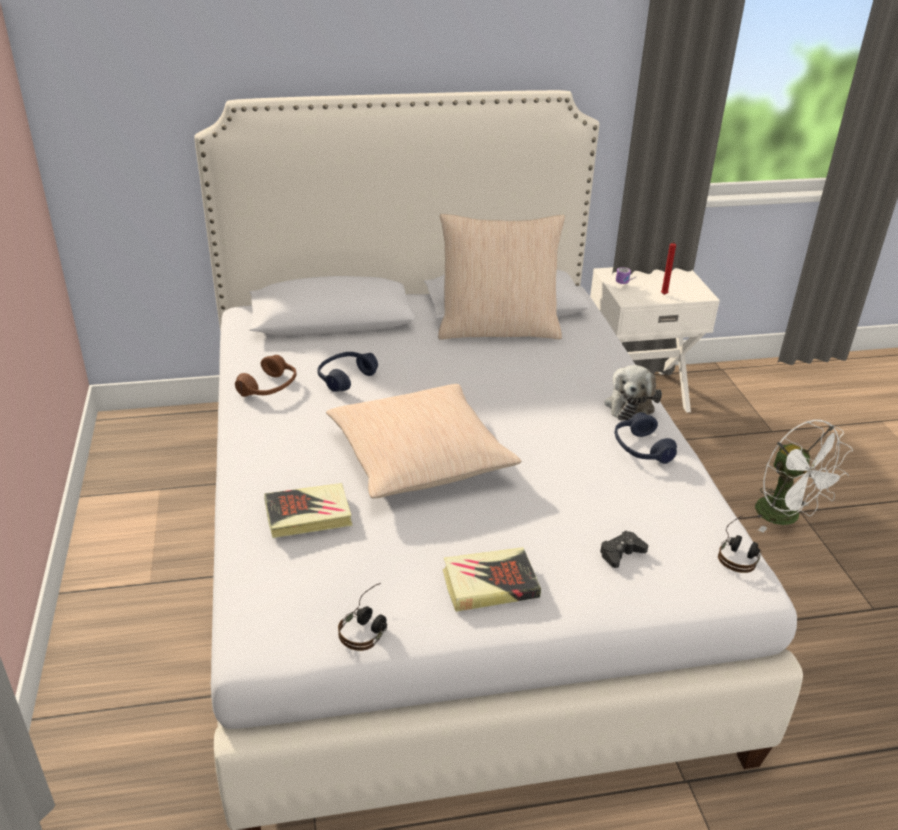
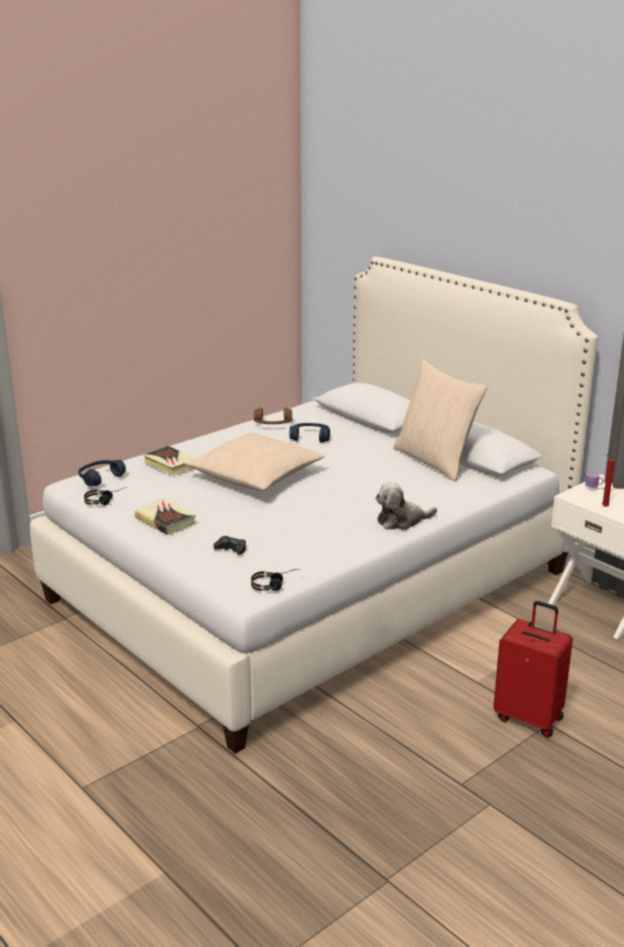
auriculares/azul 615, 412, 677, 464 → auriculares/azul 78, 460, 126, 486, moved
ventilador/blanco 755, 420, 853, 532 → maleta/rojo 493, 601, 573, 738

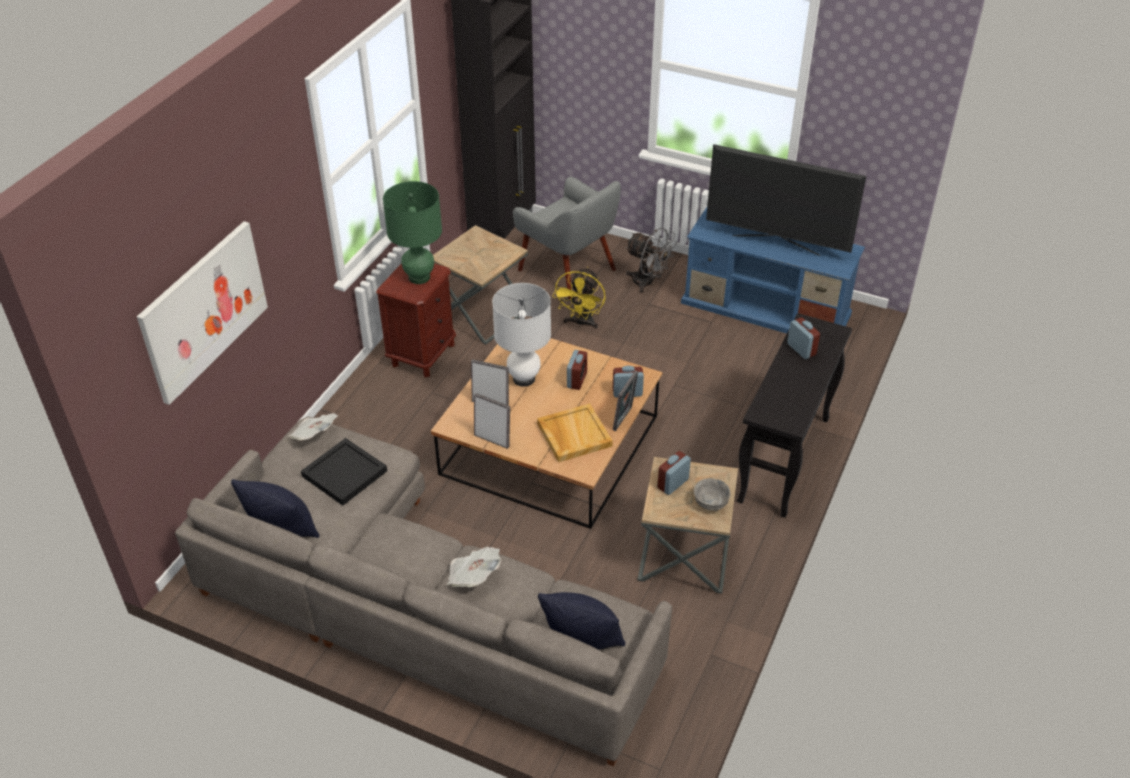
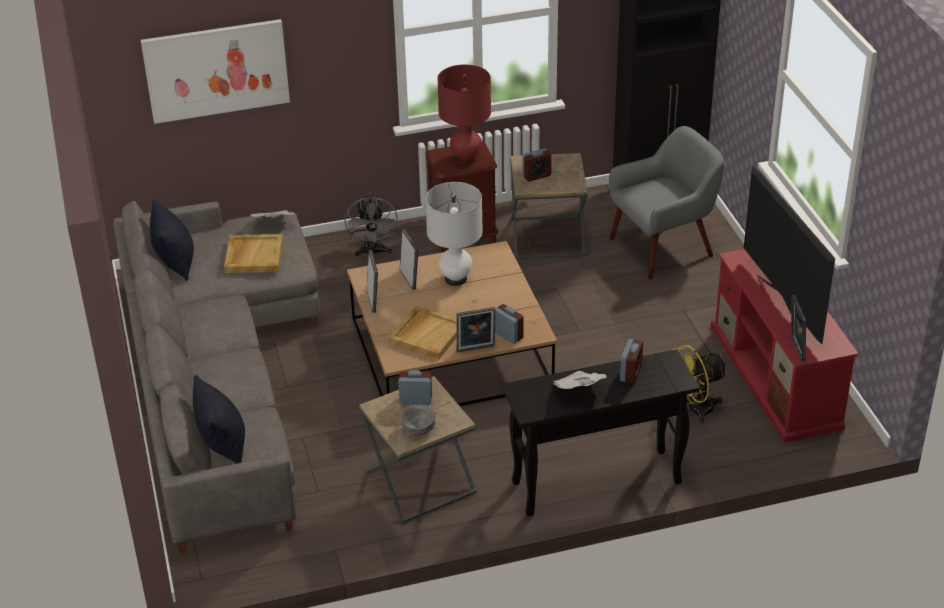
sillón/gris 513, 176, 621, 299 → sillón/gris 609, 126, 724, 279, 120 degrees counterclockwise
lámpara de mesa/verde 383, 181, 442, 284 → lámpara de mesa/rojo 437, 64, 491, 165
mueble de televisión/azul 681, 207, 865, 333 → mueble de televisión/rojo 711, 249, 859, 443
ventilador/gris 625, 228, 677, 293 → ventilador/gris 345, 194, 398, 256, moved
ventilador/amarillo 553, 267, 606, 329 → ventilador/amarillo 673, 345, 728, 424, moved
despertador 567, 350, 587, 390 → despertador 522, 148, 551, 182, moved
bandeja/negro 301, 438, 387, 506 → bandeja/beis 224, 234, 283, 273
periódico 447, 547, 501, 587 → periódico 553, 371, 607, 389, moved
- → portarretratos 791, 295, 806, 362

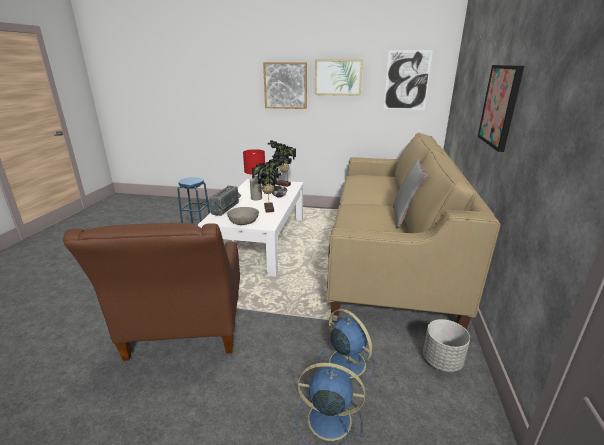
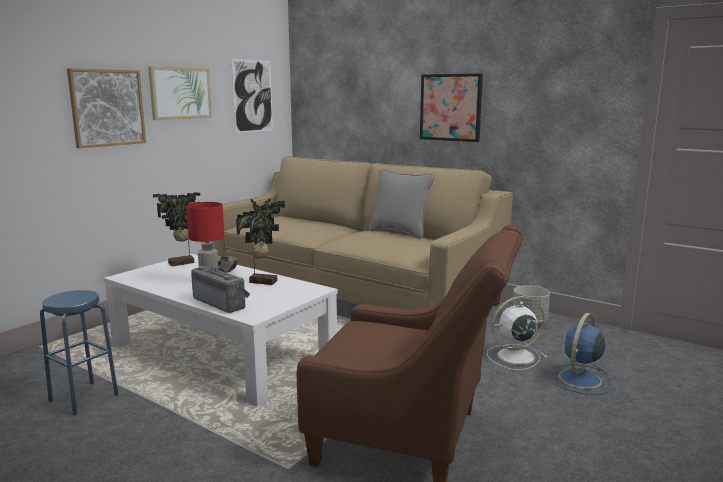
cuenco/gris 227, 207, 259, 225 → -
ventilador/azul 318, 309, 375, 387 → ventilador/blanco 487, 296, 548, 370

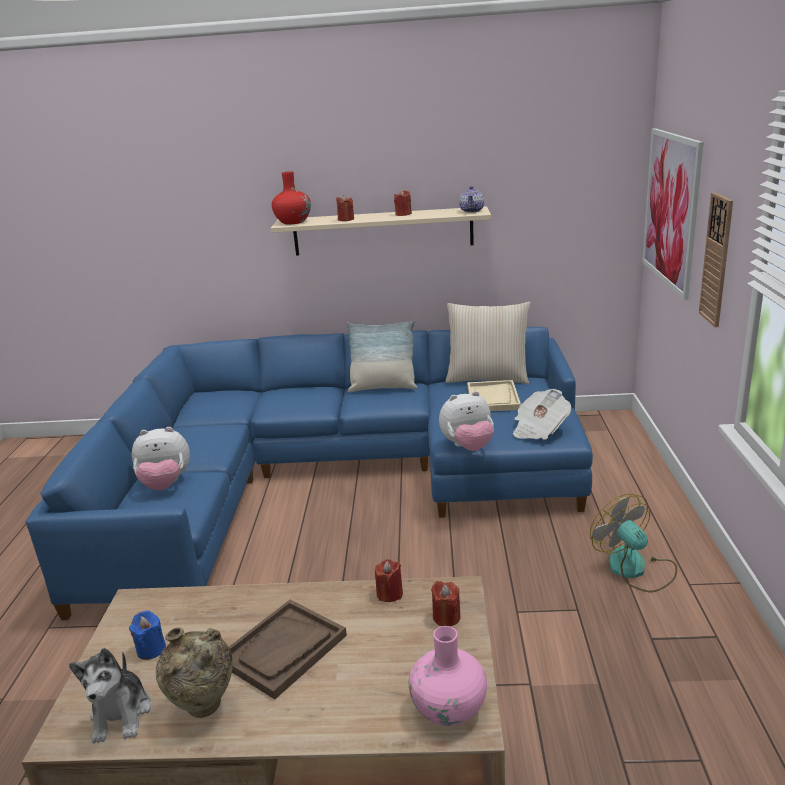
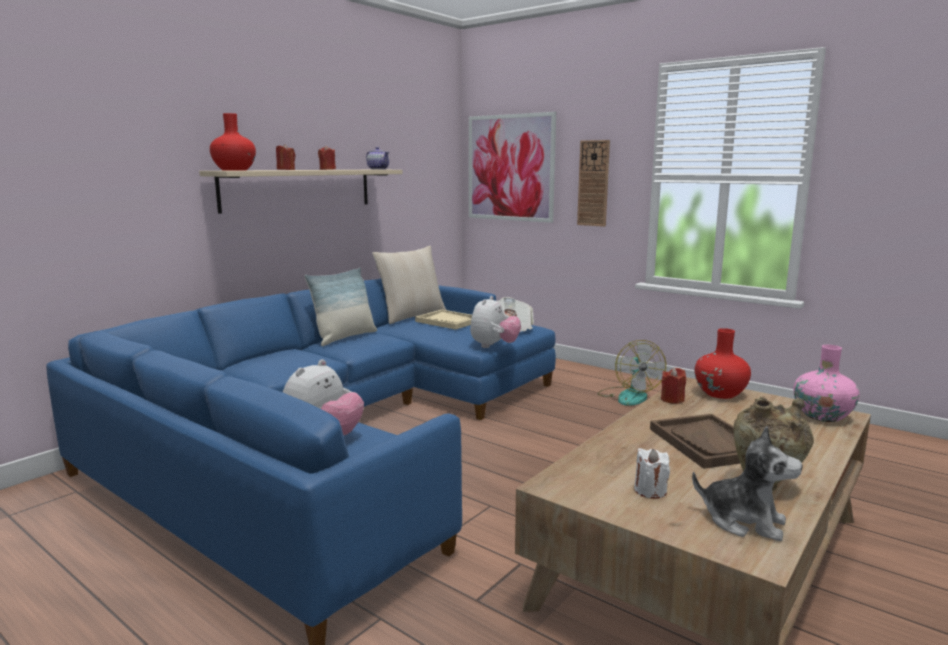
ventilador 590, 494, 677, 592 → ventilador 597, 340, 666, 406, 105 degrees counterclockwise
vela/rojo 431, 581, 461, 626 → florero/rojo 694, 328, 751, 399
vela/azul 129, 610, 166, 660 → vela/blanco 634, 448, 670, 499

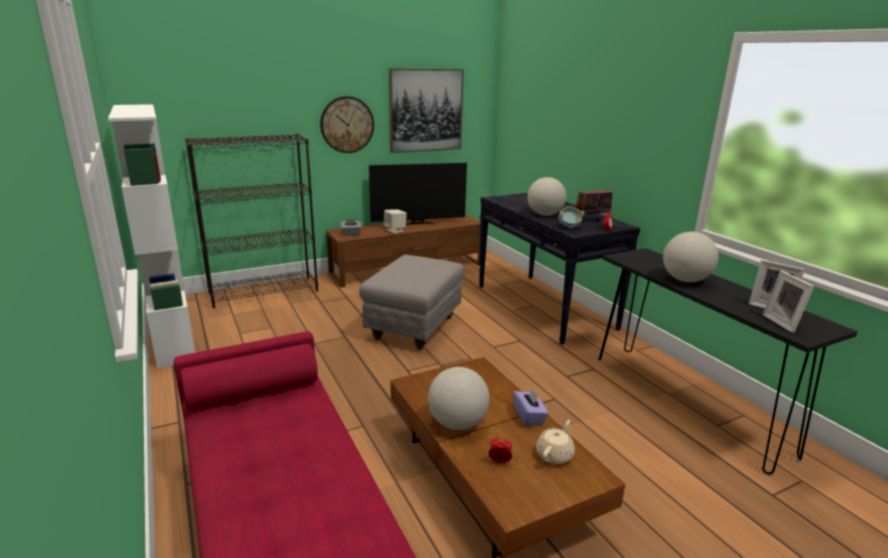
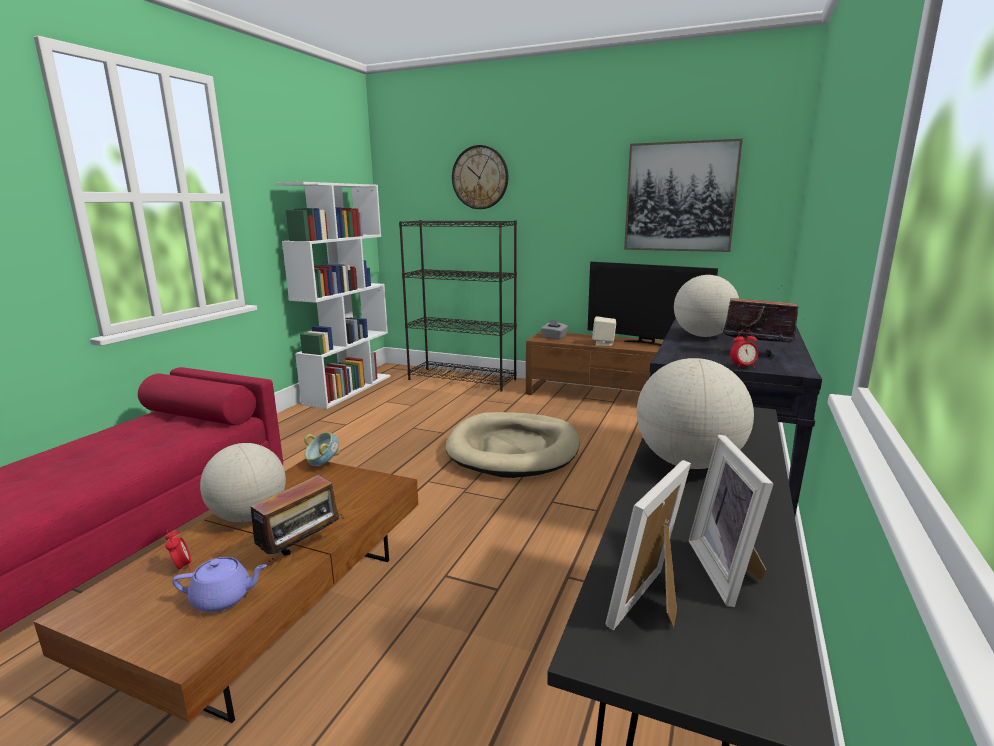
reloj de pared 320, 96, 374, 153 → reloj de pared 452, 145, 508, 209, moved
cuenco 559, 207, 584, 229 → cuenco 304, 432, 340, 467, moved
puf/gris 359, 255, 464, 349 → cama para perro/beis 446, 412, 580, 478
caja de pañuelos/morado 513, 388, 549, 427 → radio 250, 475, 345, 562
tetera/beis 536, 420, 575, 464 → tetera/morado 172, 557, 267, 612

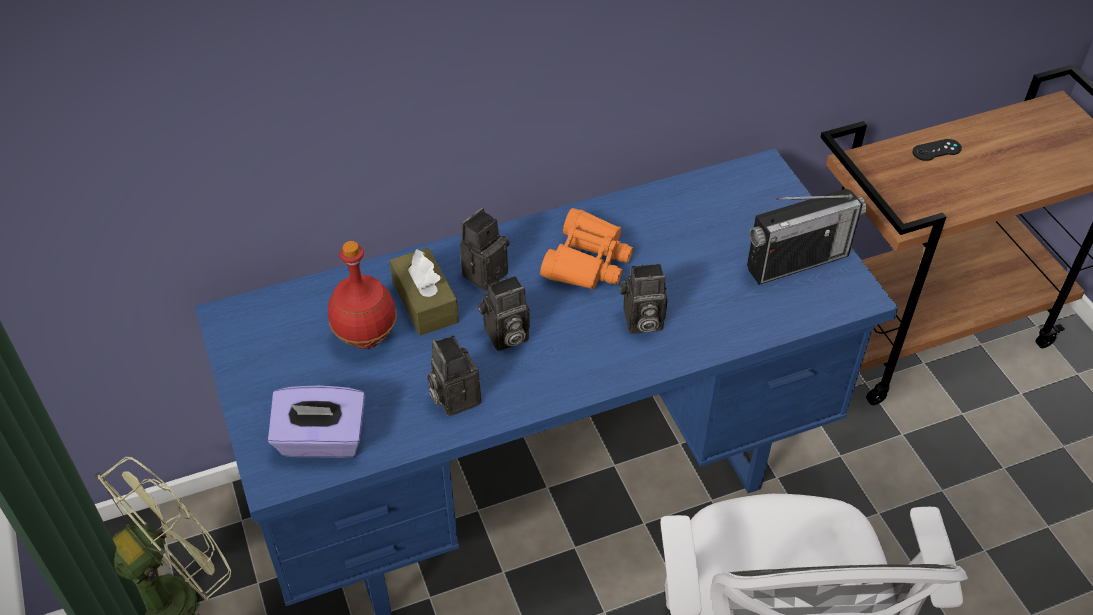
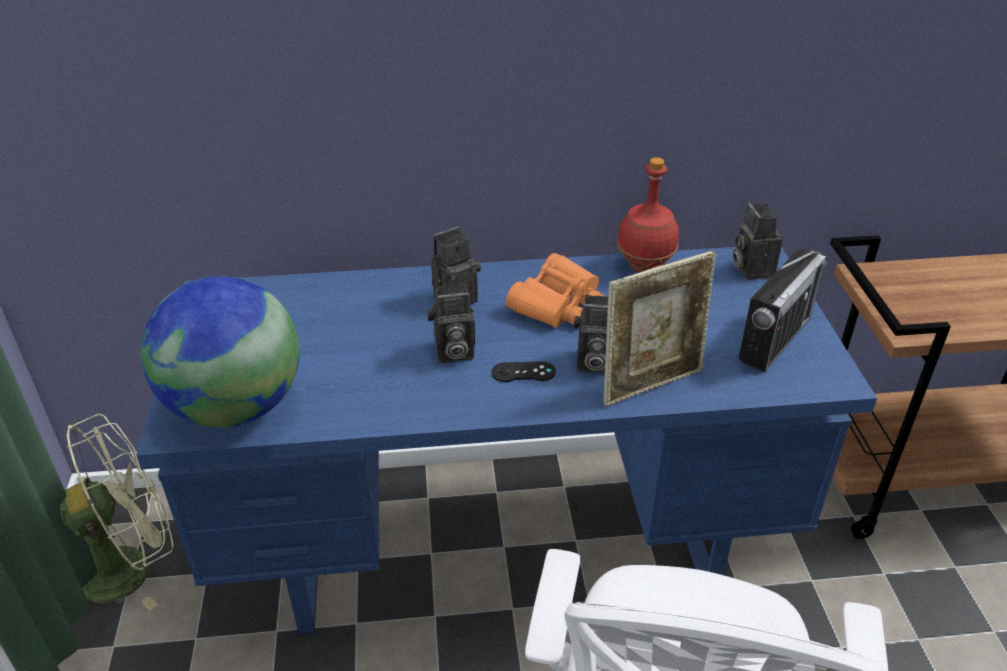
mando de consola/negro 912, 139, 962, 161 → mando de consola/negro 492, 361, 556, 382, moved
radio 747, 189, 867, 285 → radio 739, 249, 827, 372, 45 degrees counterclockwise
botella/rojo 328, 241, 397, 349 → botella/rojo 617, 157, 679, 272, moved
caja de pañuelos/marrón 390, 248, 459, 336 → -
cámara 427, 335, 481, 416 → cámara 732, 203, 783, 280, moved
caja de pañuelos/morado 268, 386, 365, 458 → globo terráqueo 141, 276, 300, 428
- → portarretratos 603, 251, 716, 407

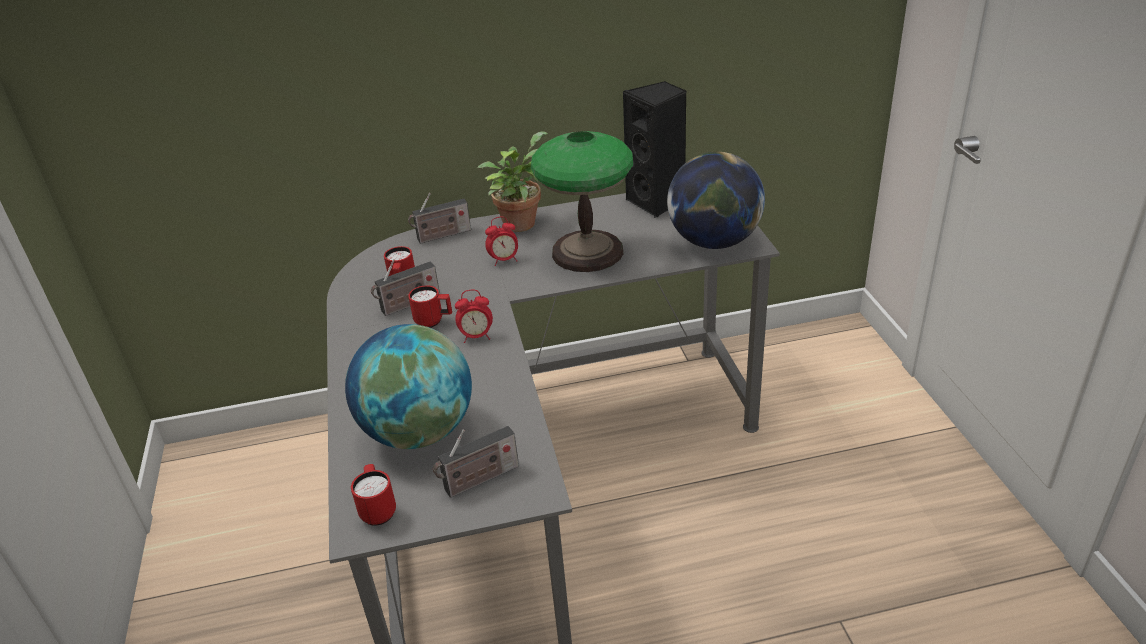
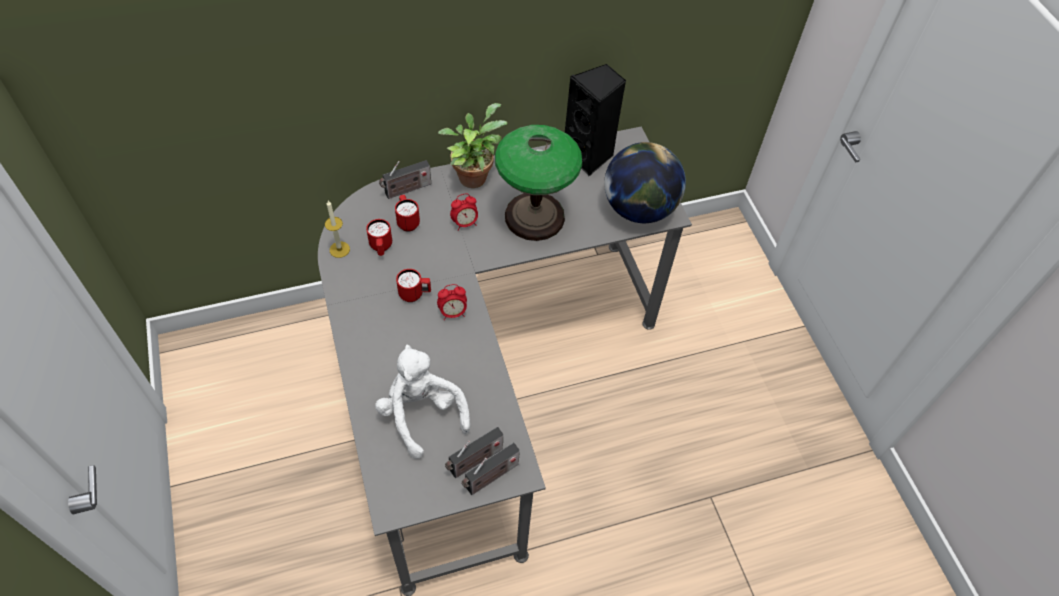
radio 371, 259, 440, 316 → radio 461, 443, 520, 495, moved
globo terráqueo 345, 324, 472, 449 → peluche/blanco 375, 345, 470, 459
taza grande/rojo 351, 464, 396, 526 → taza grande/rojo 395, 195, 420, 231, moved
- → vela 325, 201, 350, 258

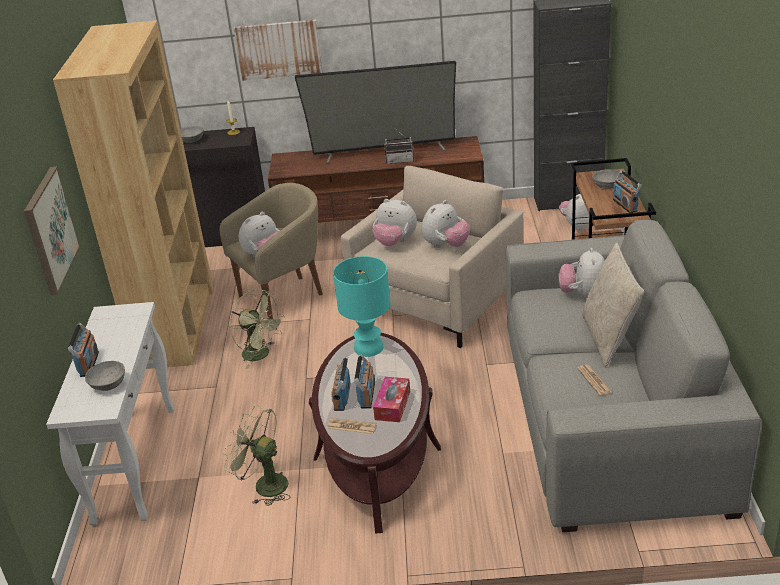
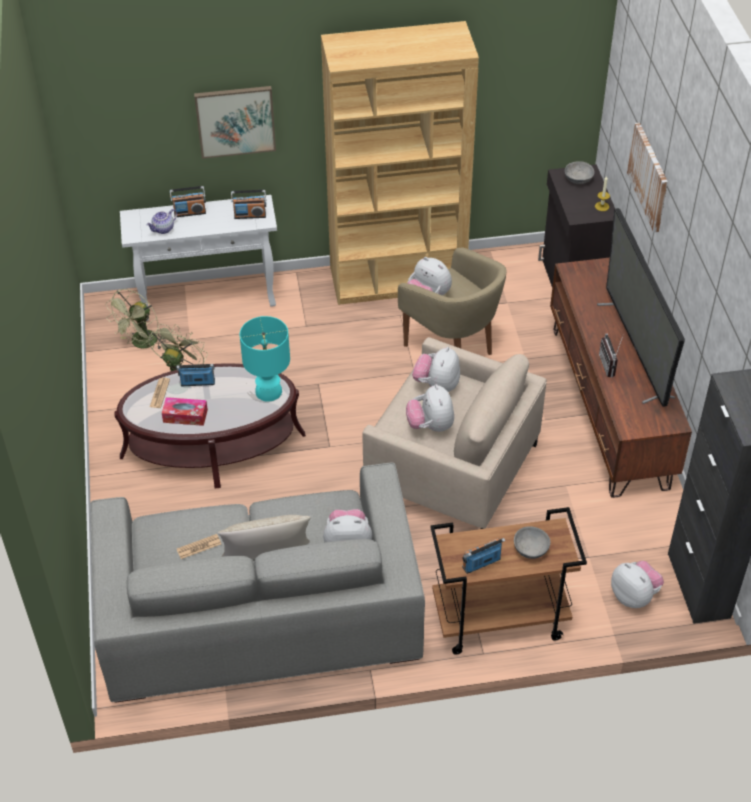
peluche 422, 200, 470, 248 → peluche 406, 384, 454, 432, 45 degrees clockwise
ventilador/verde 230, 289, 285, 369 → ventilador/verde 106, 289, 166, 349, moved
radio 354, 354, 375, 408 → radio 231, 190, 266, 219, moved
cuenco/gris 85, 361, 125, 391 → tetera 146, 209, 177, 234

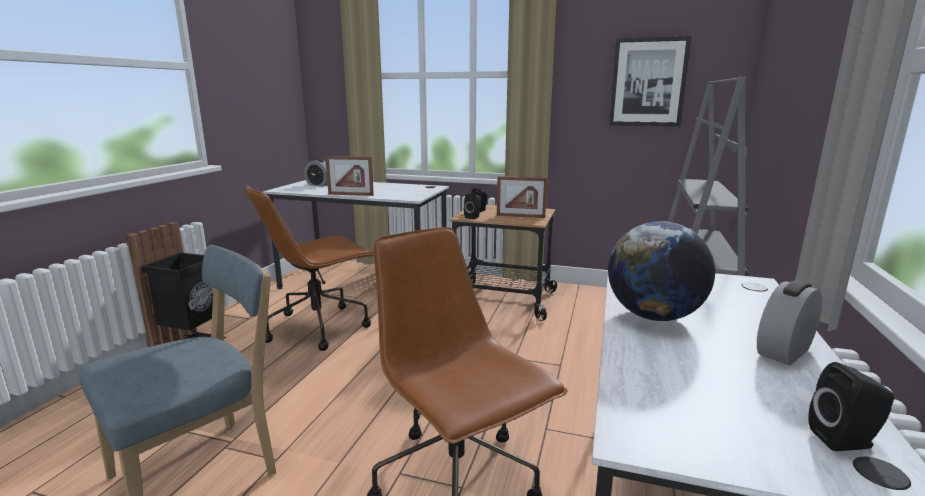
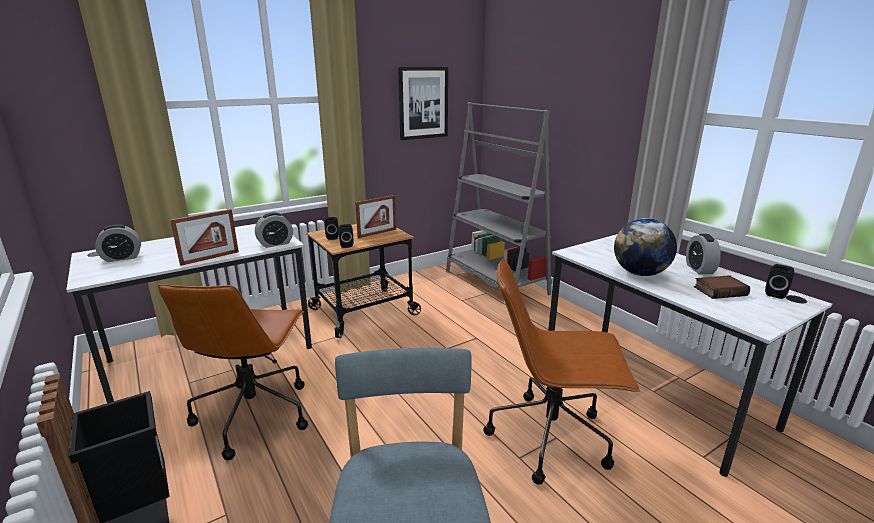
- → despertador 255, 212, 293, 248
- → libro 694, 275, 750, 299

